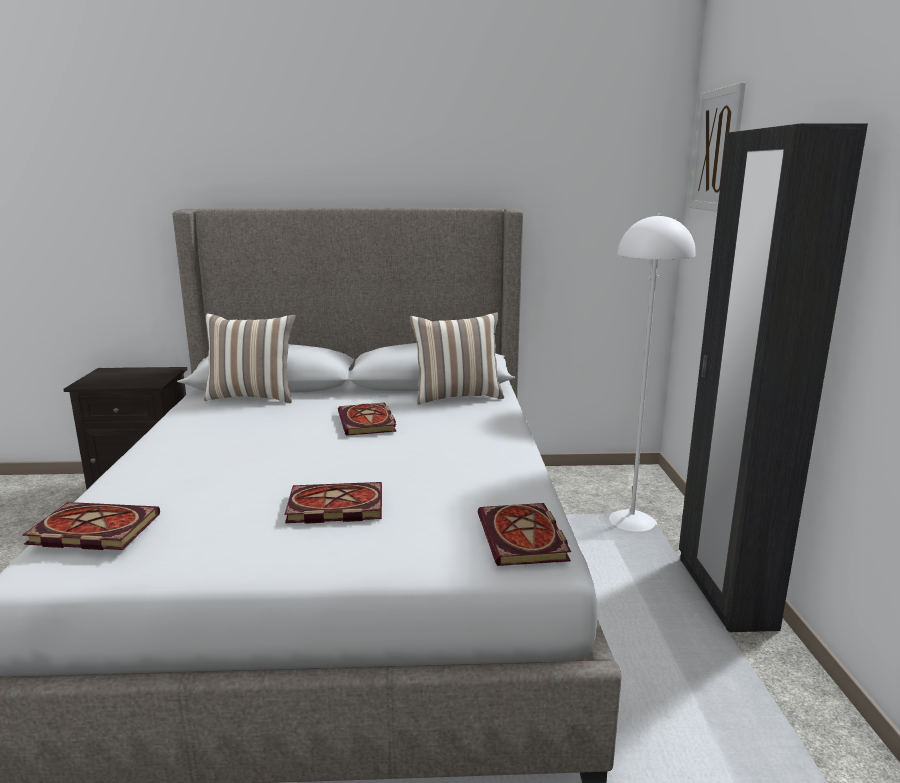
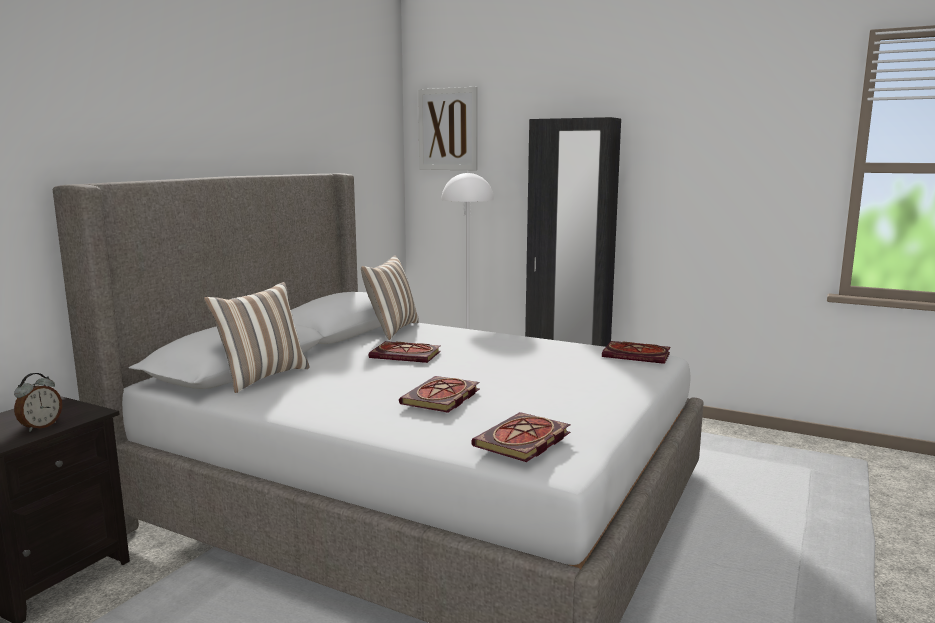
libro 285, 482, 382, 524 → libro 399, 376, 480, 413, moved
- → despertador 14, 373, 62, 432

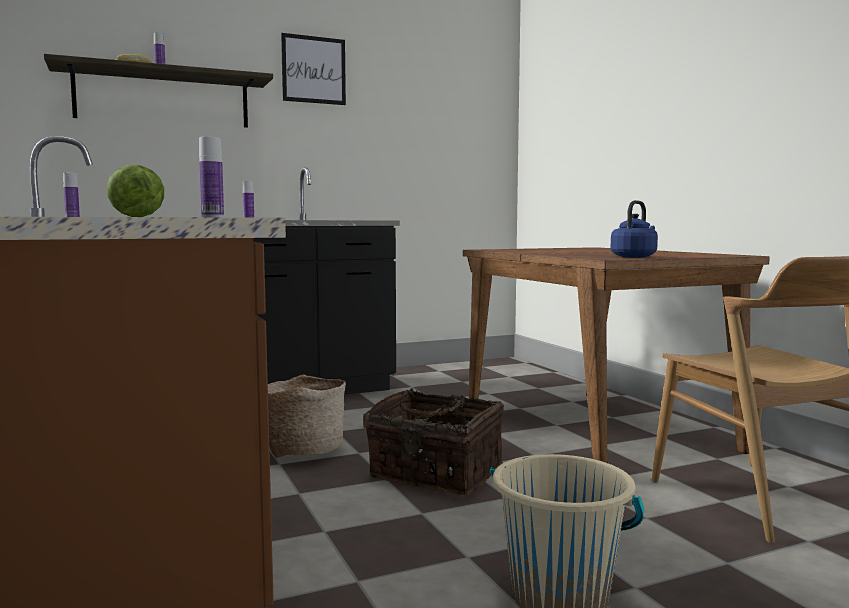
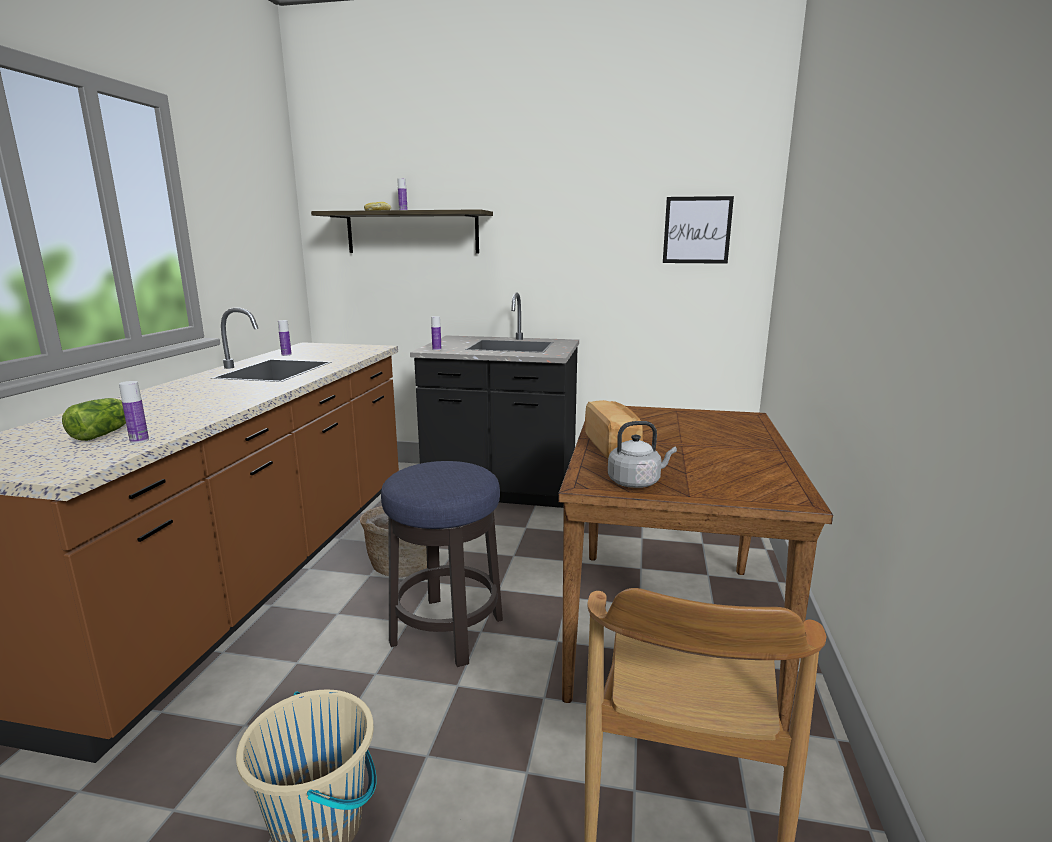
cuadro 281, 33, 346, 105 → cuadro 663, 196, 734, 264, moved
hervidor/azul 611, 200, 658, 258 → hervidor/gris 608, 421, 677, 488
cesta 363, 388, 504, 495 → taburete 381, 461, 503, 667
- → pan 585, 400, 643, 458

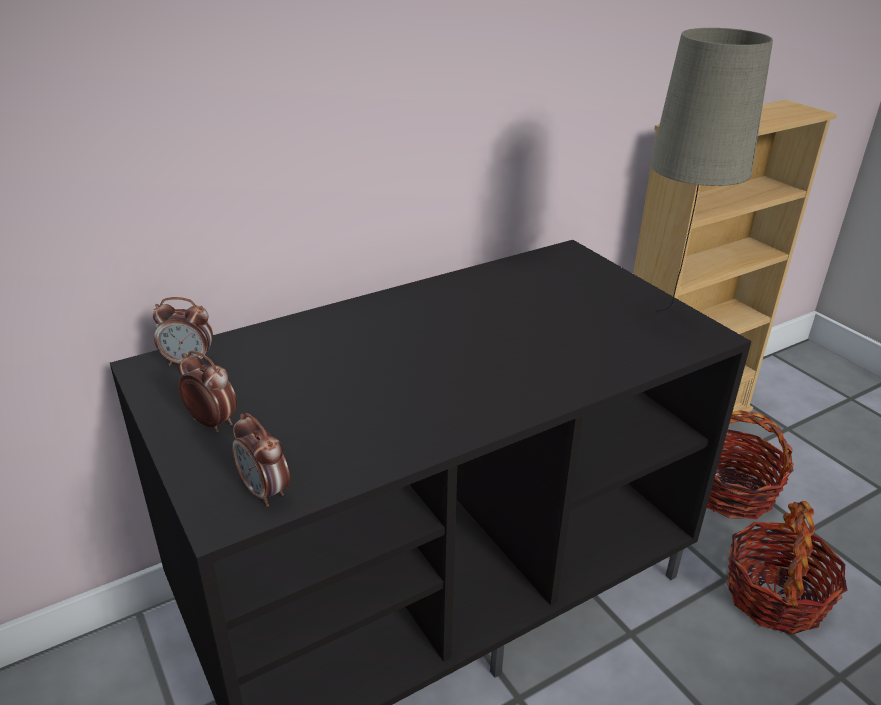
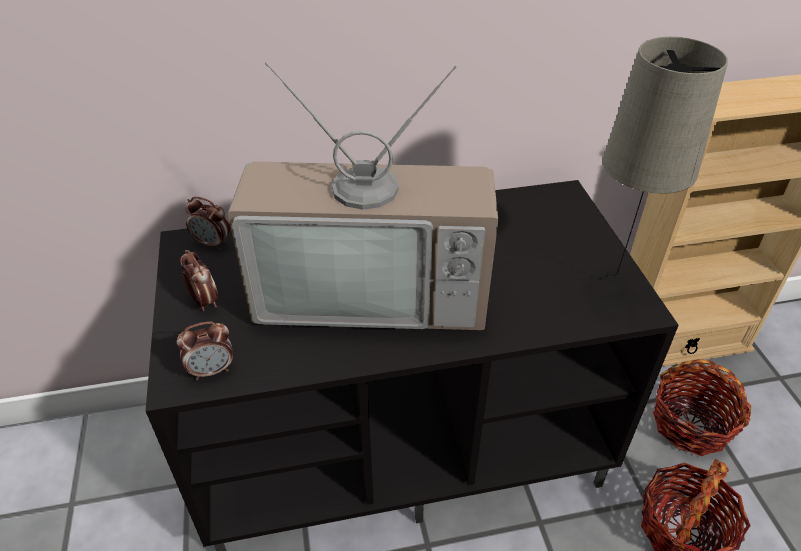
despertador 232, 413, 290, 507 → despertador 177, 321, 233, 380, 90 degrees counterclockwise
- → televisor 228, 62, 498, 330

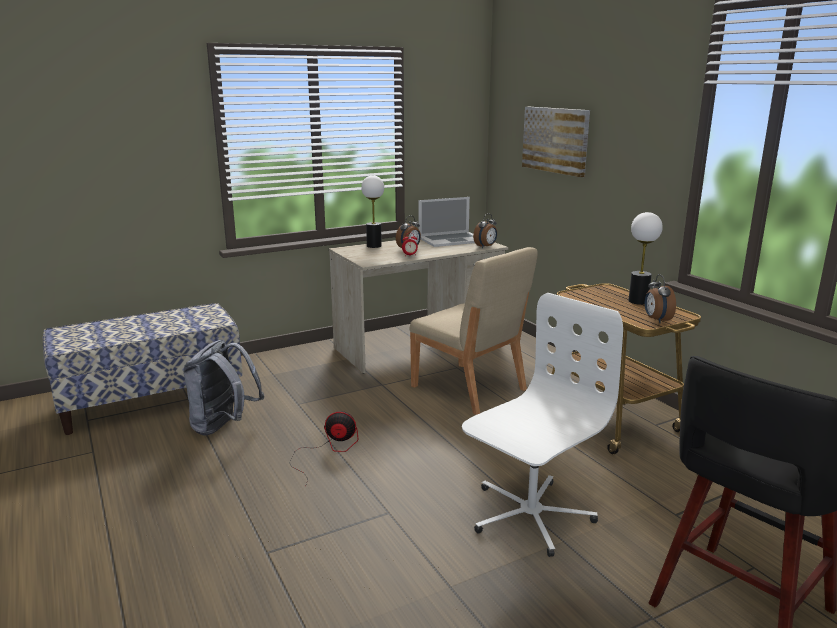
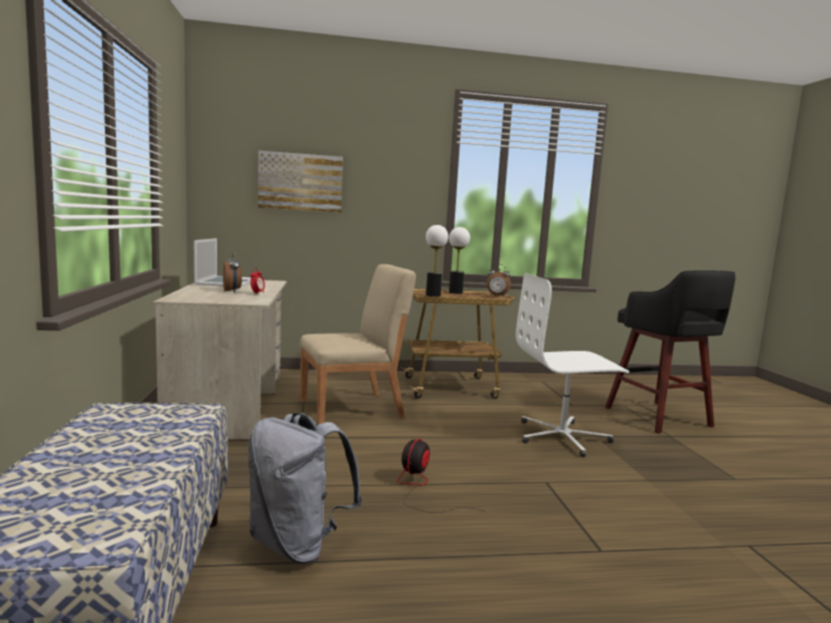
lámpara de mesa 361, 175, 384, 248 → lámpara de mesa 426, 225, 448, 297, moved
despertador 473, 214, 497, 248 → -
silla de oficina/blanco 462, 293, 623, 557 → silla de oficina/blanco 516, 273, 629, 457, 75 degrees counterclockwise

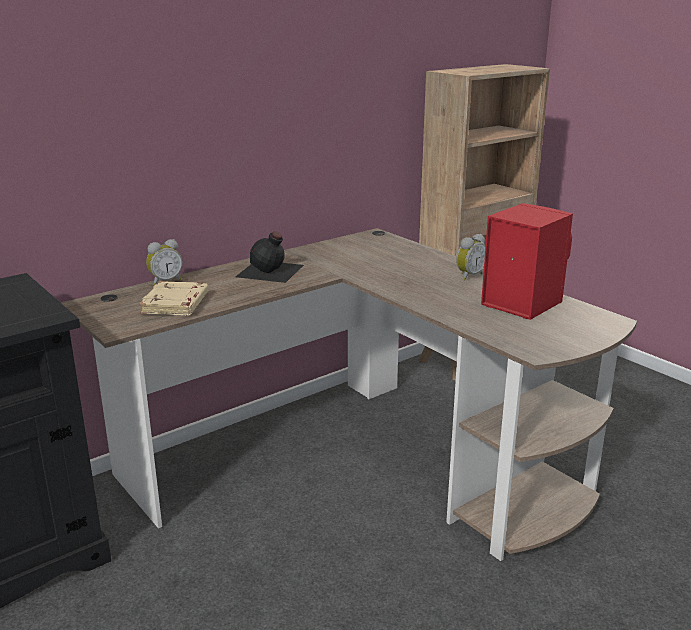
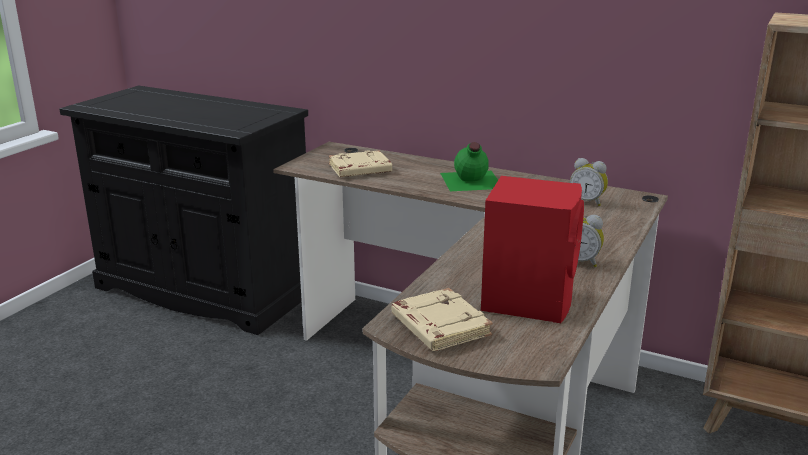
botella/negro 236, 231, 304, 283 → botella/verde 440, 142, 498, 191
despertador 146, 239, 183, 285 → despertador 570, 158, 608, 206, moved
- → libro/beis 392, 288, 493, 351

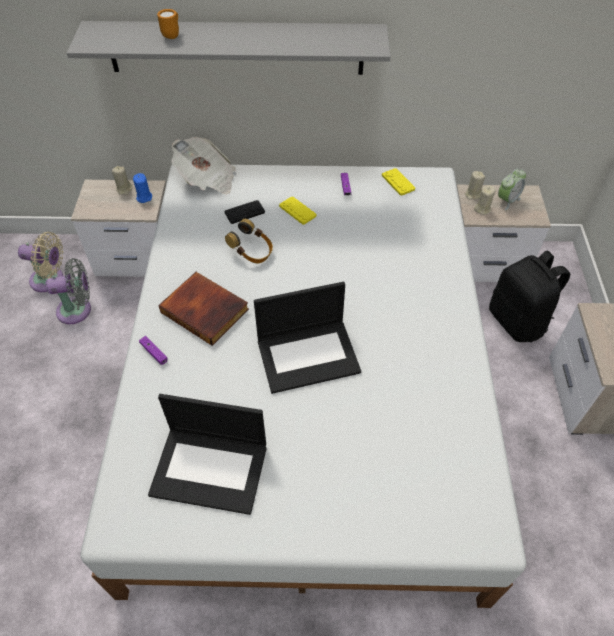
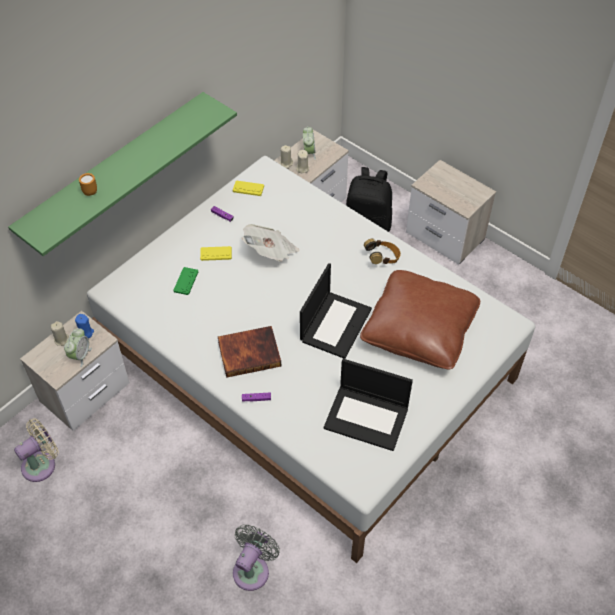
estante/gris 67, 21, 391, 75 → estante/verde 8, 92, 237, 256
periódico 171, 137, 236, 194 → periódico 242, 224, 299, 261, moved
mando de consola/negro 225, 200, 265, 224 → mando de consola/verde 173, 267, 198, 295
auriculares 225, 219, 273, 263 → auriculares 364, 239, 401, 264, moved
ventilador/gris 46, 258, 91, 324 → ventilador/gris 233, 525, 280, 591, moved
portátil 148, 394, 266, 515 → portátil 324, 359, 413, 451, 60 degrees clockwise
- → cojín/marrón 360, 270, 480, 369
- → despertador 64, 328, 92, 367

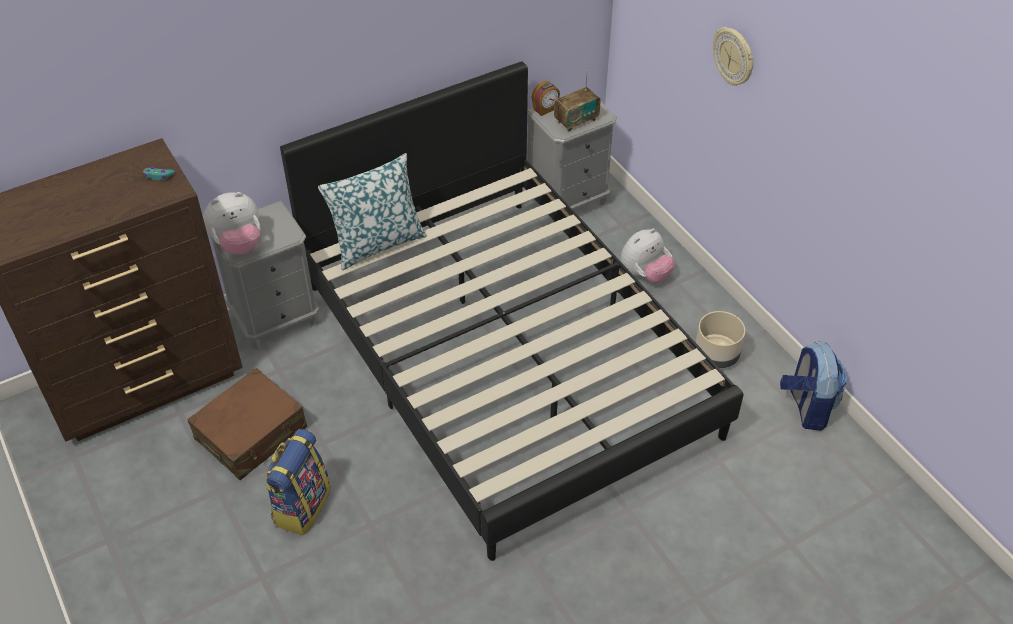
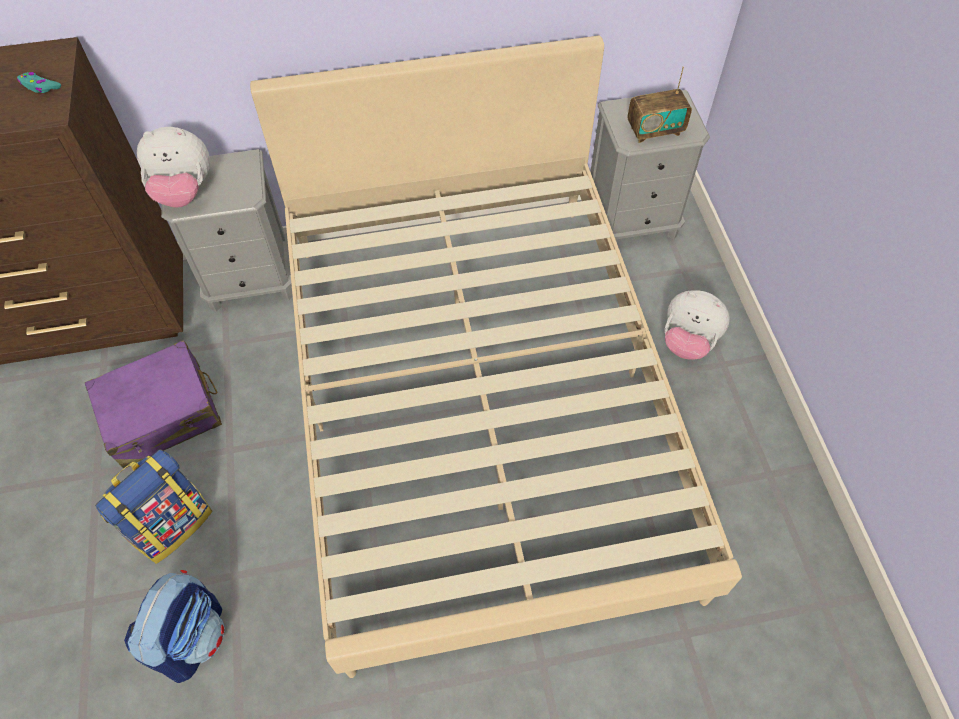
reloj de pared 713, 27, 754, 86 → -
cama/negro 280, 61, 744, 561 → cama/beis 250, 36, 742, 678
despertador 532, 81, 560, 116 → -
cojín 318, 153, 427, 270 → -
peluche 621, 228, 675, 283 → peluche 665, 290, 730, 360, 45 degrees clockwise
maceta/beis 696, 311, 745, 368 → -
mochila 780, 341, 847, 431 → mochila 124, 570, 224, 683, moved
maleta/marrón 187, 368, 307, 480 → maleta/morado 85, 340, 222, 468

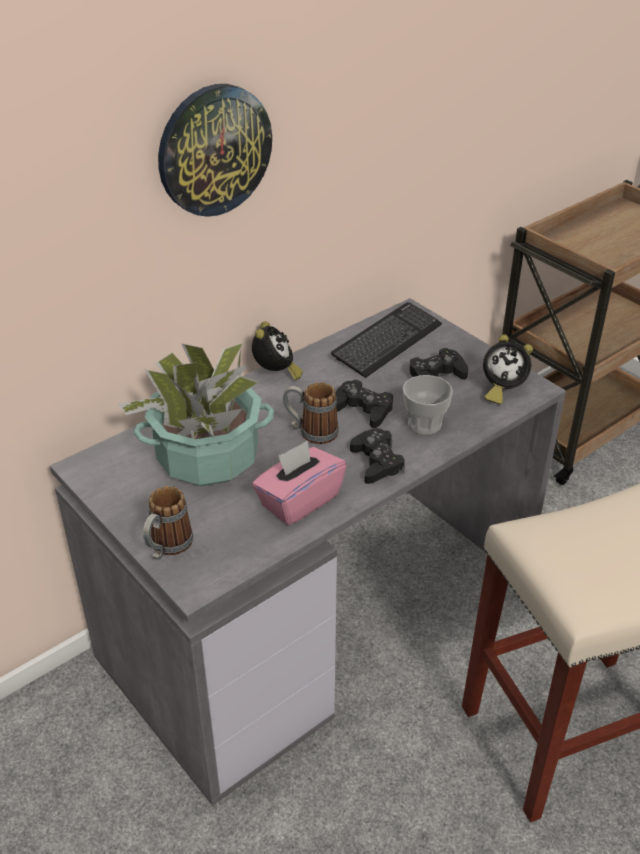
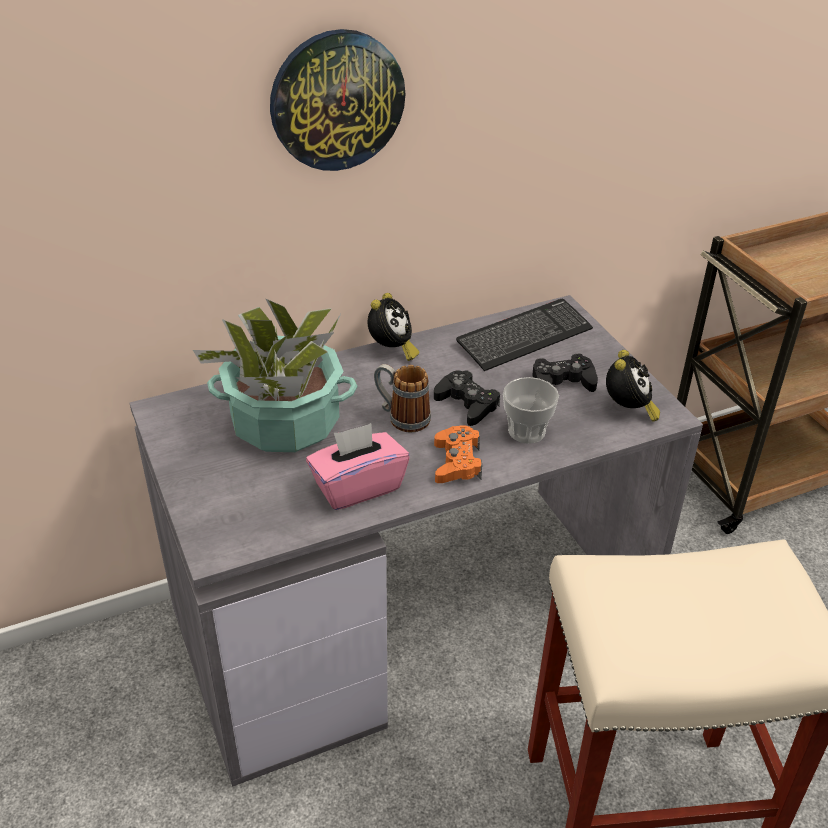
despertador 483, 334, 533, 404 → despertador 606, 350, 660, 422, 105 degrees counterclockwise
mando de consola/negro 350, 428, 405, 484 → mando de consola/naranja 434, 425, 482, 483
taza grande 143, 486, 193, 560 → -

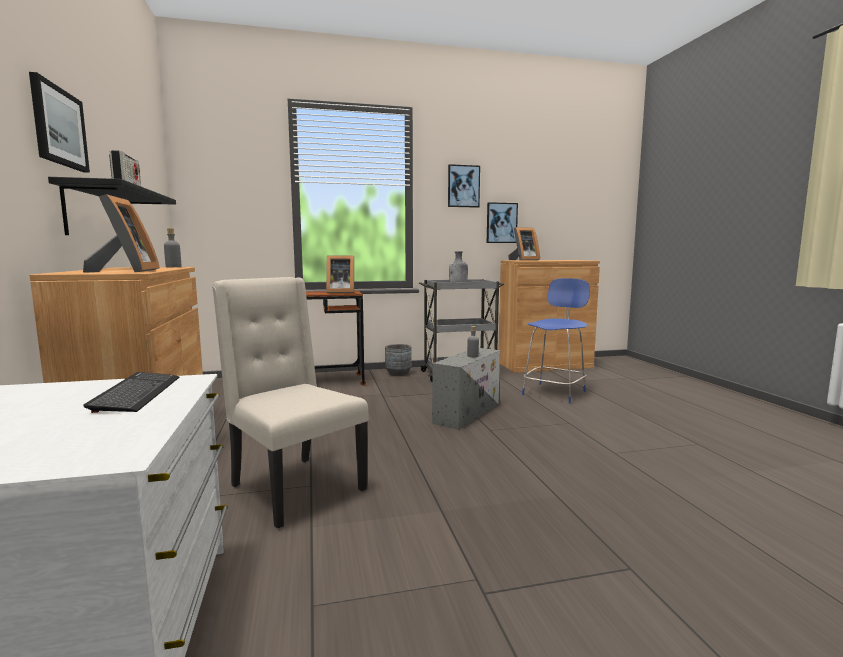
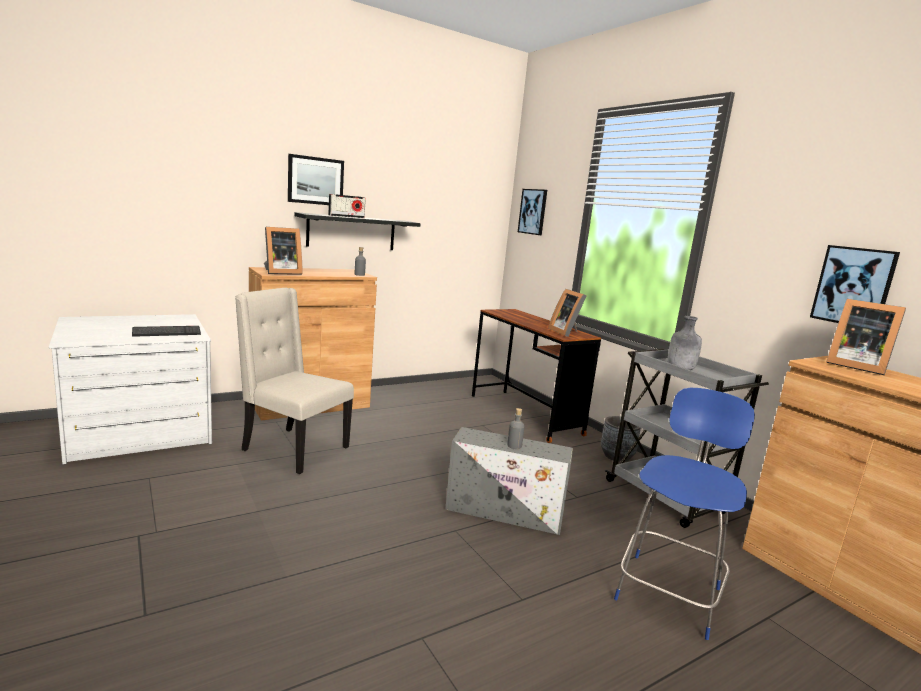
cuadro 448, 164, 480, 208 → cuadro 518, 189, 547, 235, moved
silla/beis 212, 277, 369, 529 → silla/beis 235, 288, 354, 474, 90 degrees counterclockwise
silla/azul 522, 278, 590, 404 → silla/azul 614, 388, 755, 640, 75 degrees counterclockwise

